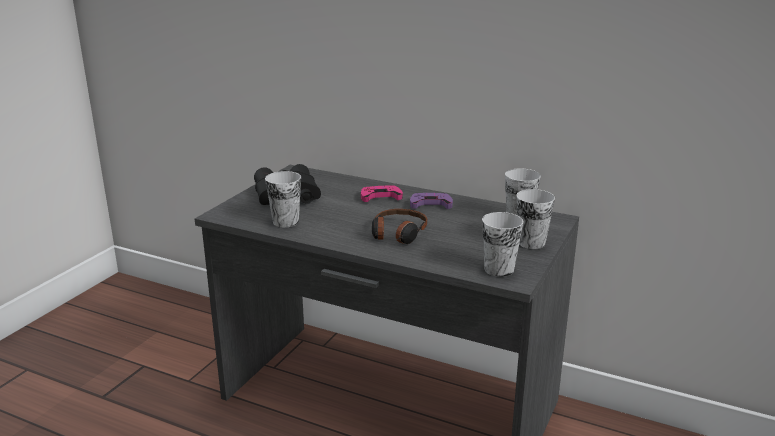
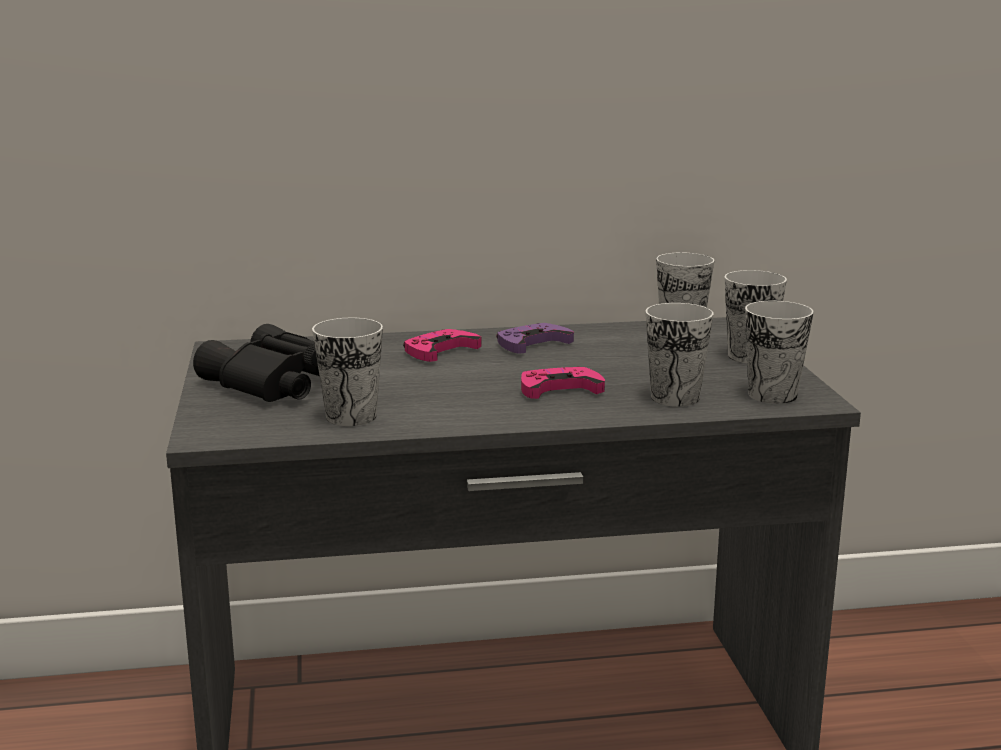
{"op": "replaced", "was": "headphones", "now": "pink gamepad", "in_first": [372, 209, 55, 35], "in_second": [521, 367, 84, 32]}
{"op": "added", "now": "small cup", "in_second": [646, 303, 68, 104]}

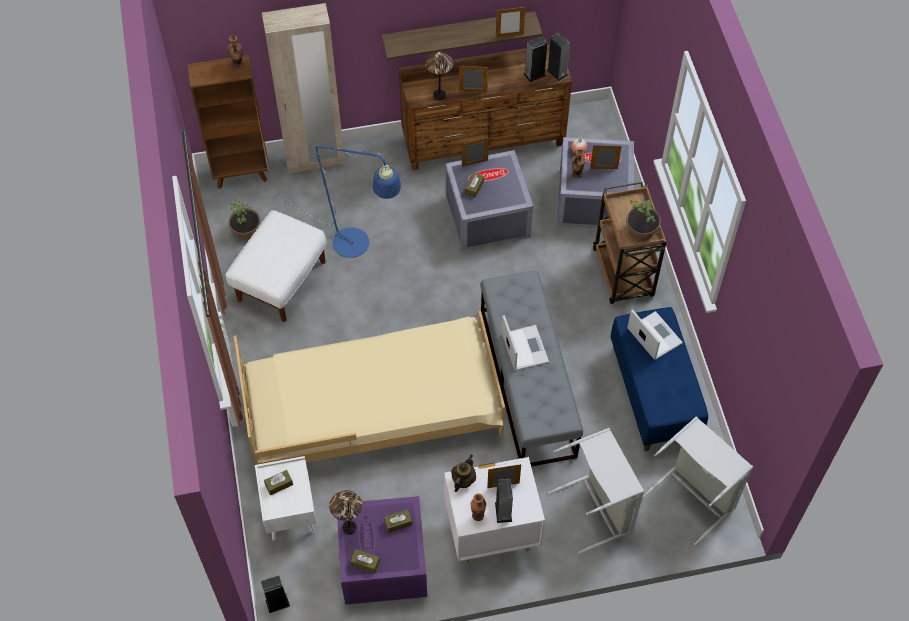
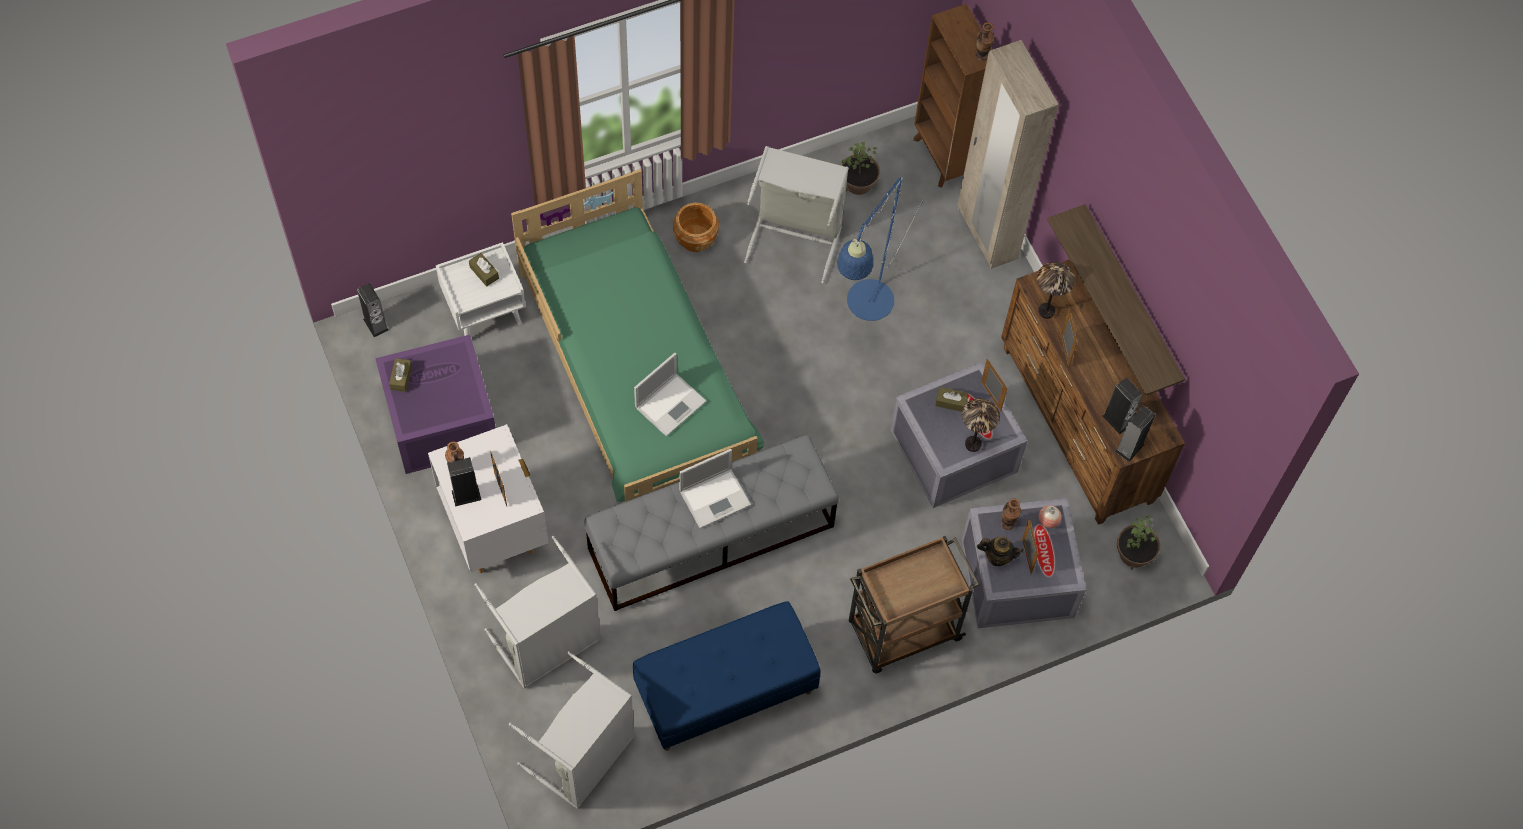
{"op": "removed", "was": "picture frame", "in_first": [496, 6, 29, 31]}
{"op": "moved", "was": "plant in a pot", "in_first": [626, 200, 35, 41], "in_second": [1117, 516, 43, 54]}
{"op": "replaced", "was": "white-coloured pouffe", "now": "greyish hamper", "in_first": [226, 210, 100, 112], "in_second": [744, 146, 105, 138]}
{"op": "moved", "was": "portable computer", "in_first": [627, 309, 56, 51], "in_second": [634, 353, 72, 83]}
{"op": "recoloured", "was": "beige sleeping bed", "now": "green sleeping bed", "in_first": [234, 311, 271, 154], "in_second": [511, 169, 253, 333]}
{"op": "moved", "was": "pot for tea", "in_first": [451, 454, 25, 38], "in_second": [977, 537, 47, 29]}
{"op": "moved", "was": "tabletop lamp", "in_first": [329, 490, 33, 44], "in_second": [962, 398, 38, 54]}
{"op": "removed", "was": "brown tissue box", "in_first": [384, 509, 28, 24]}
{"op": "added", "now": "brown flower pot", "in_second": [673, 203, 46, 49]}

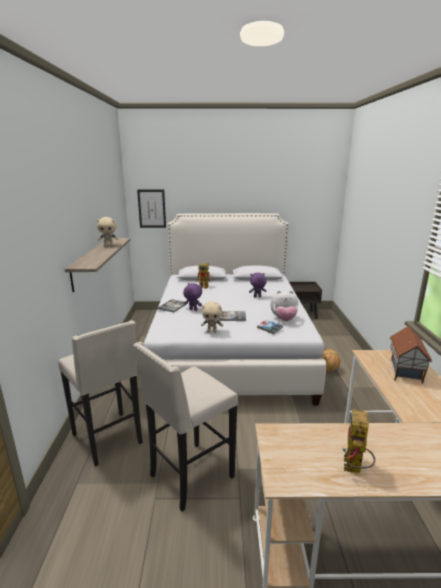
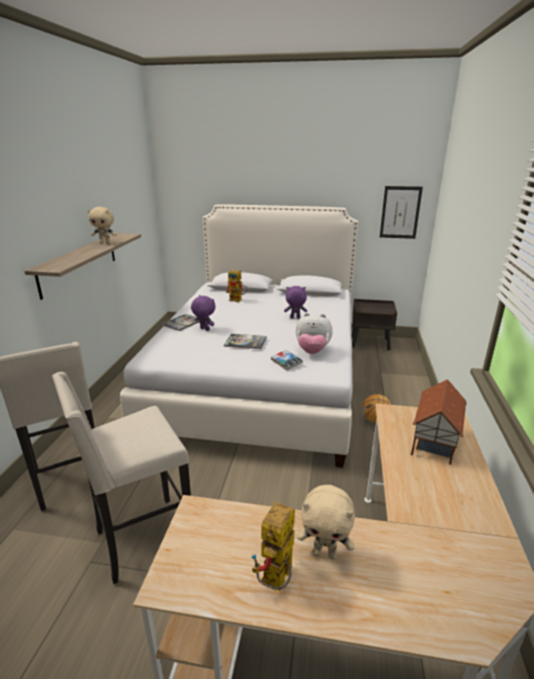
{"op": "moved", "was": "wall picture", "in_first": [137, 189, 29, 39], "in_second": [380, 186, 43, 53]}
{"op": "moved", "was": "beige soft toy", "in_first": [201, 301, 22, 32], "in_second": [298, 485, 57, 75]}

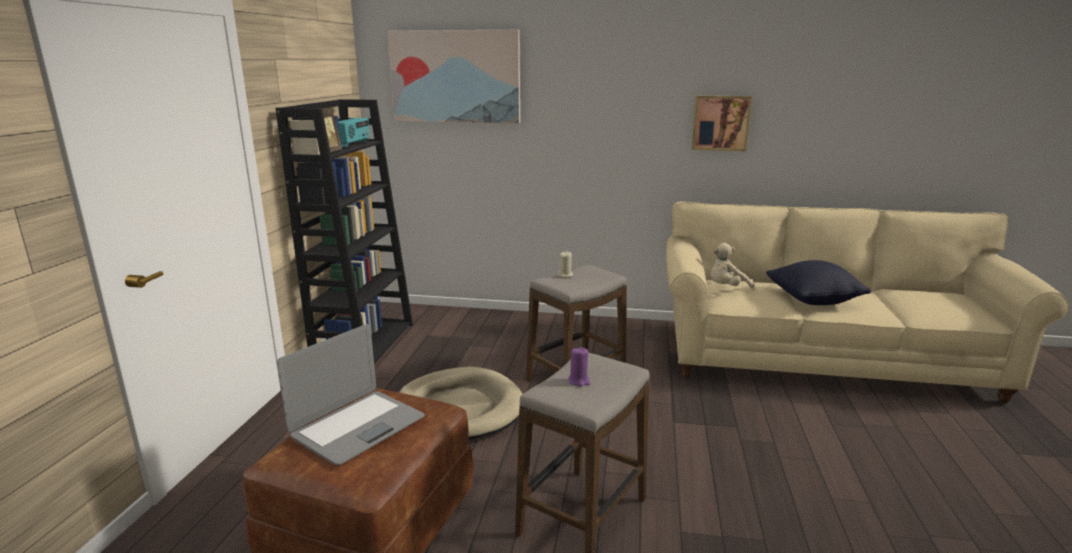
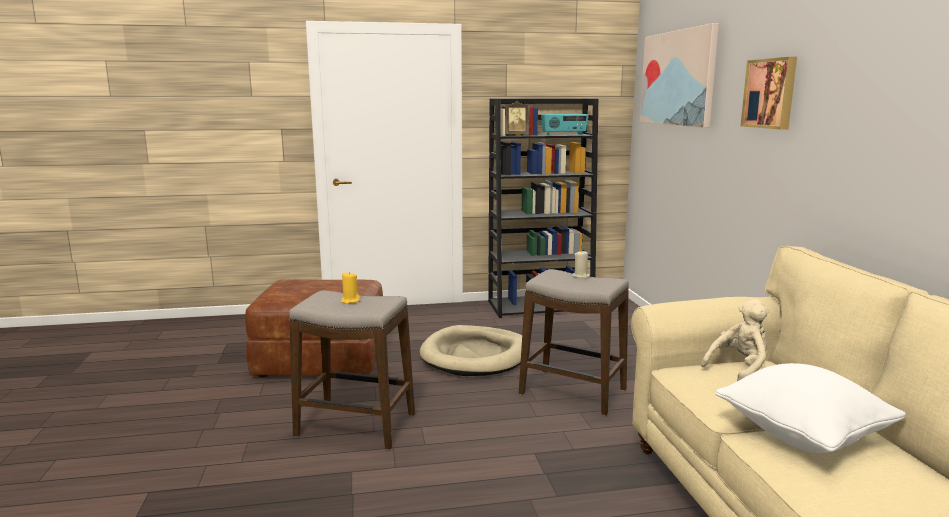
{"op": "moved", "was": "wall picture", "in_first": [692, 96, 60, 55], "in_second": [741, 57, 56, 72]}
{"op": "turned", "was": "beige soft toy", "in_first": [710, 243, 44, 45], "in_second": [701, 299, 68, 82], "clockwise": 105}
{"op": "recoloured", "was": "black-coloured pillow", "now": "white-coloured pillow", "in_first": [766, 260, 105, 45], "in_second": [715, 363, 191, 90]}
{"op": "removed", "was": "portable computer", "in_first": [277, 324, 148, 141]}
{"op": "recoloured", "was": "purple candle", "now": "yellowish candle", "in_first": [569, 347, 22, 40], "in_second": [341, 272, 19, 32]}

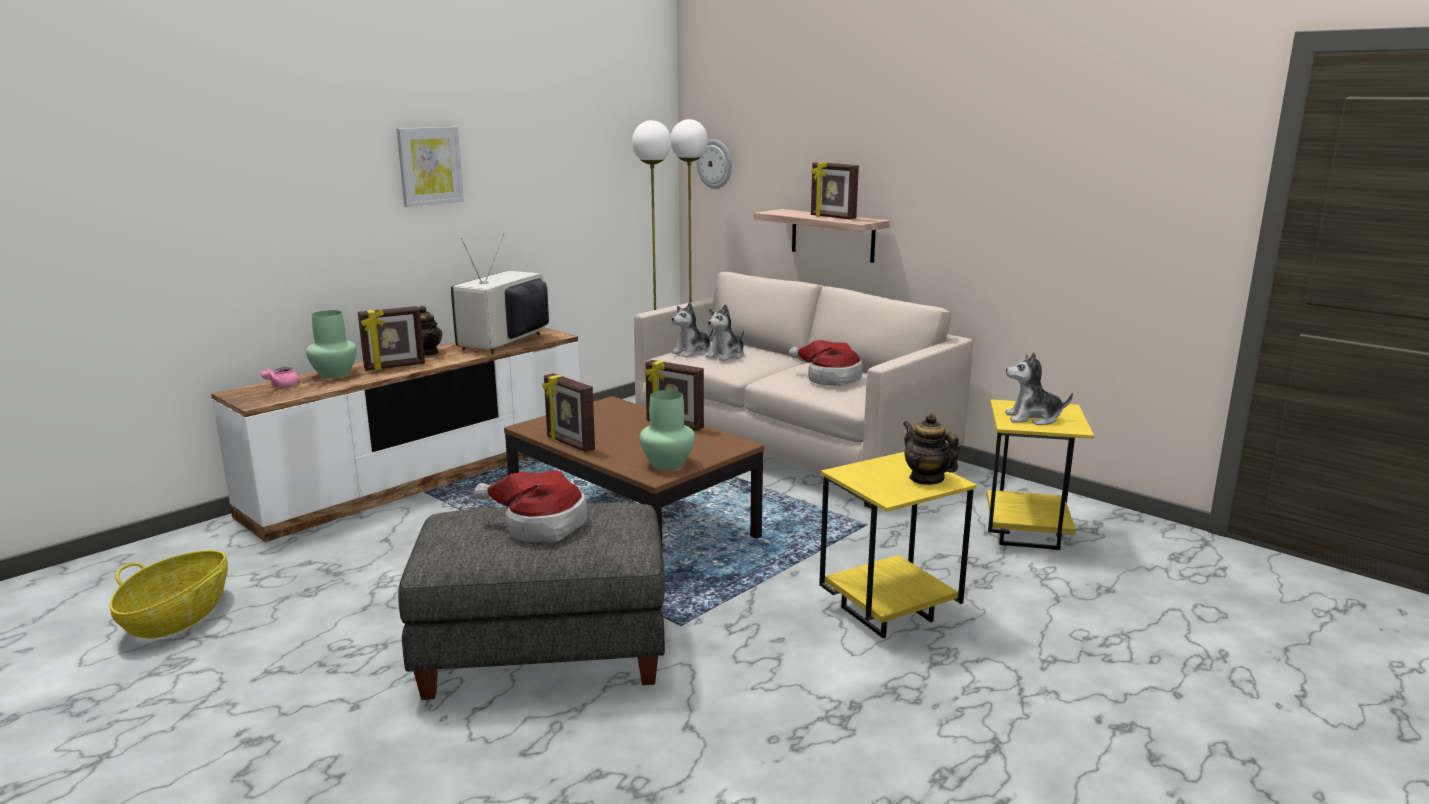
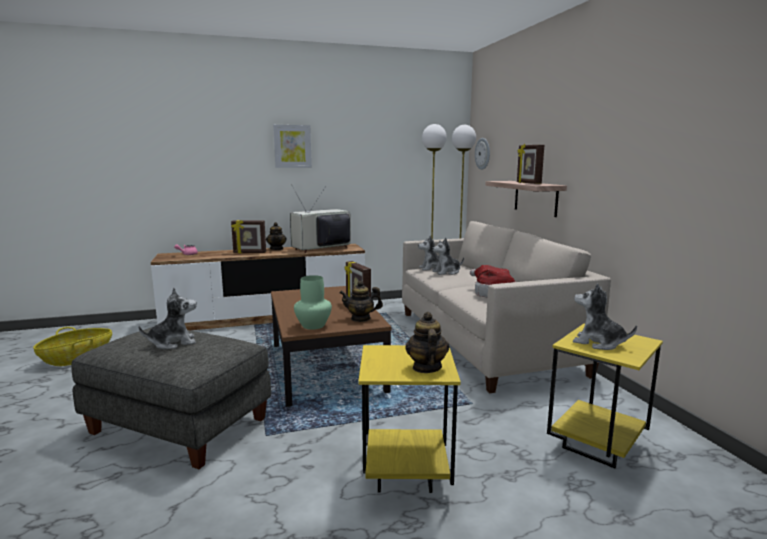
{"op": "removed", "was": "green decorative vase", "in_first": [306, 310, 51, 69]}
{"op": "removed", "was": "picture frame", "in_first": [542, 373, 53, 79]}
{"op": "replaced", "was": "wearable hat", "now": "soft toy", "in_first": [474, 470, 113, 72], "in_second": [138, 288, 59, 61]}
{"op": "added", "now": "pot for tea", "in_second": [340, 281, 43, 41]}

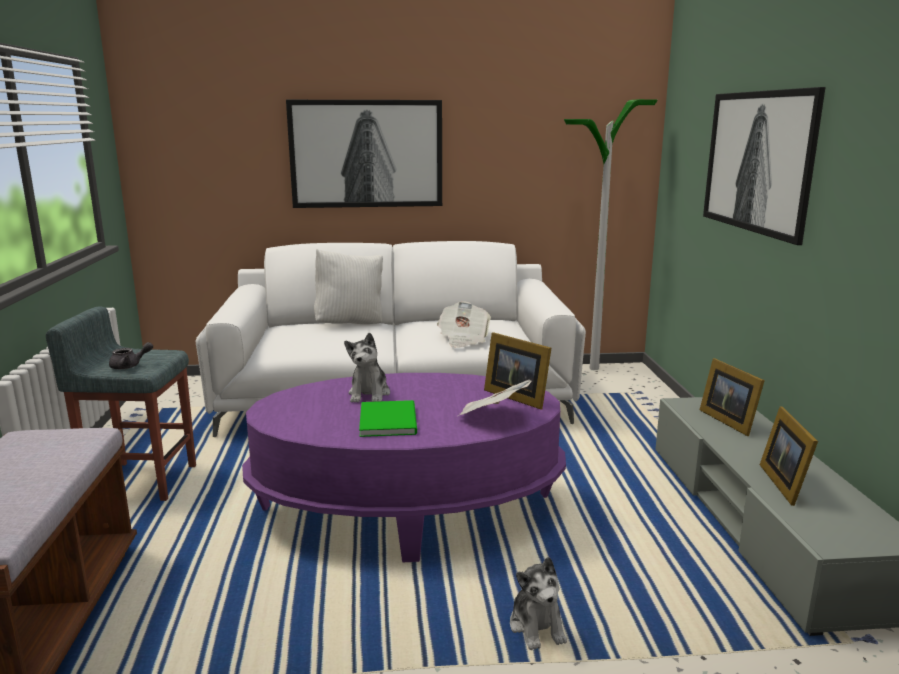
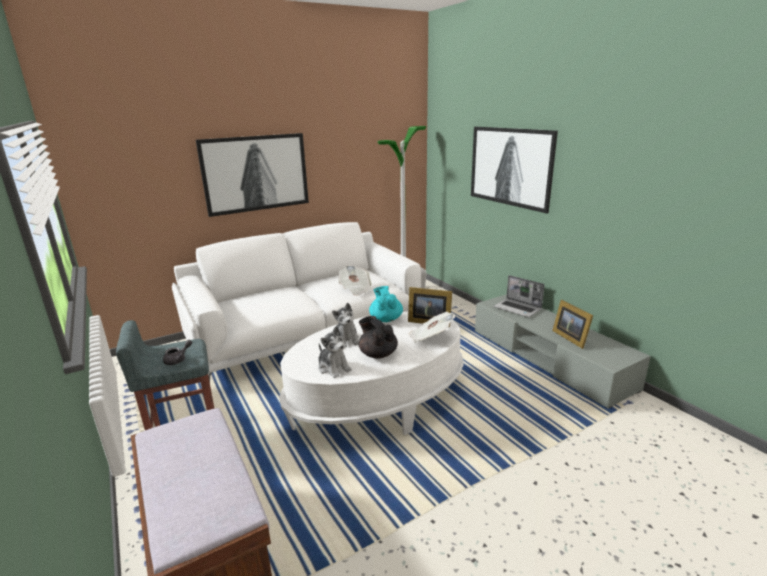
{"op": "removed", "was": "white-coloured pillow", "in_first": [314, 249, 69, 75]}
{"op": "replaced", "was": "picture frame", "now": "portable computer", "in_first": [700, 358, 65, 78], "in_second": [493, 275, 51, 42]}
{"op": "recoloured", "was": "purple lounge table", "now": "white-coloured lounge table", "in_first": [242, 373, 324, 189], "in_second": [279, 312, 185, 123]}
{"op": "replaced", "was": "green book", "now": "black-coloured pot for tea", "in_first": [359, 400, 58, 37], "in_second": [359, 316, 39, 43]}
{"op": "moved", "was": "soft toy", "in_first": [510, 557, 57, 93], "in_second": [318, 327, 34, 51]}
{"op": "added", "now": "turquoise-coloured pot for tea", "in_second": [369, 286, 34, 36]}

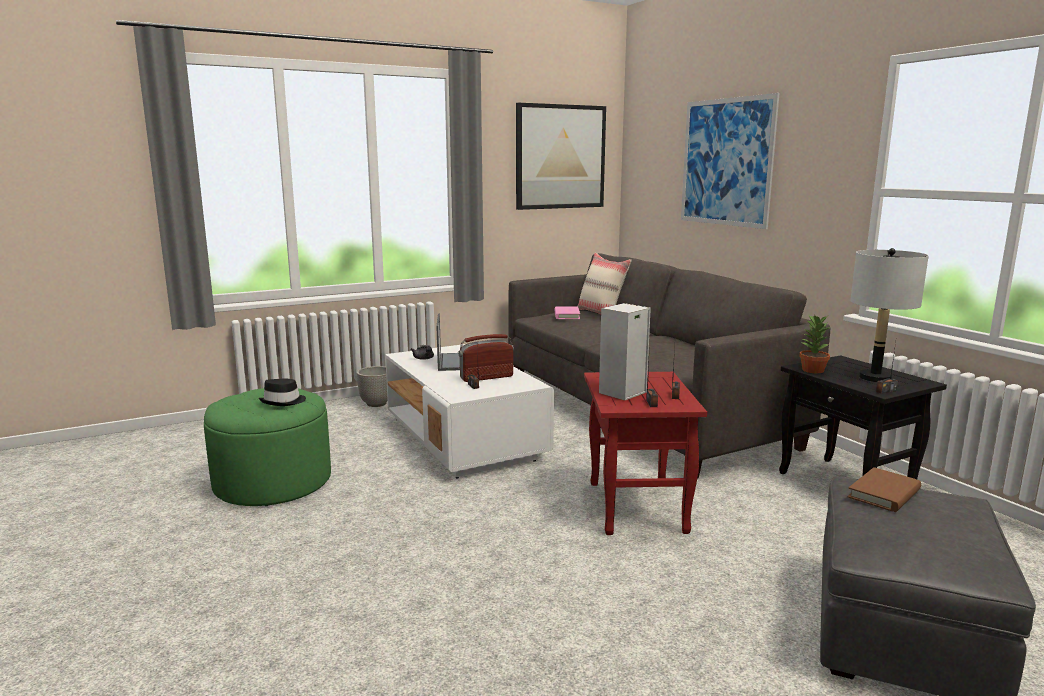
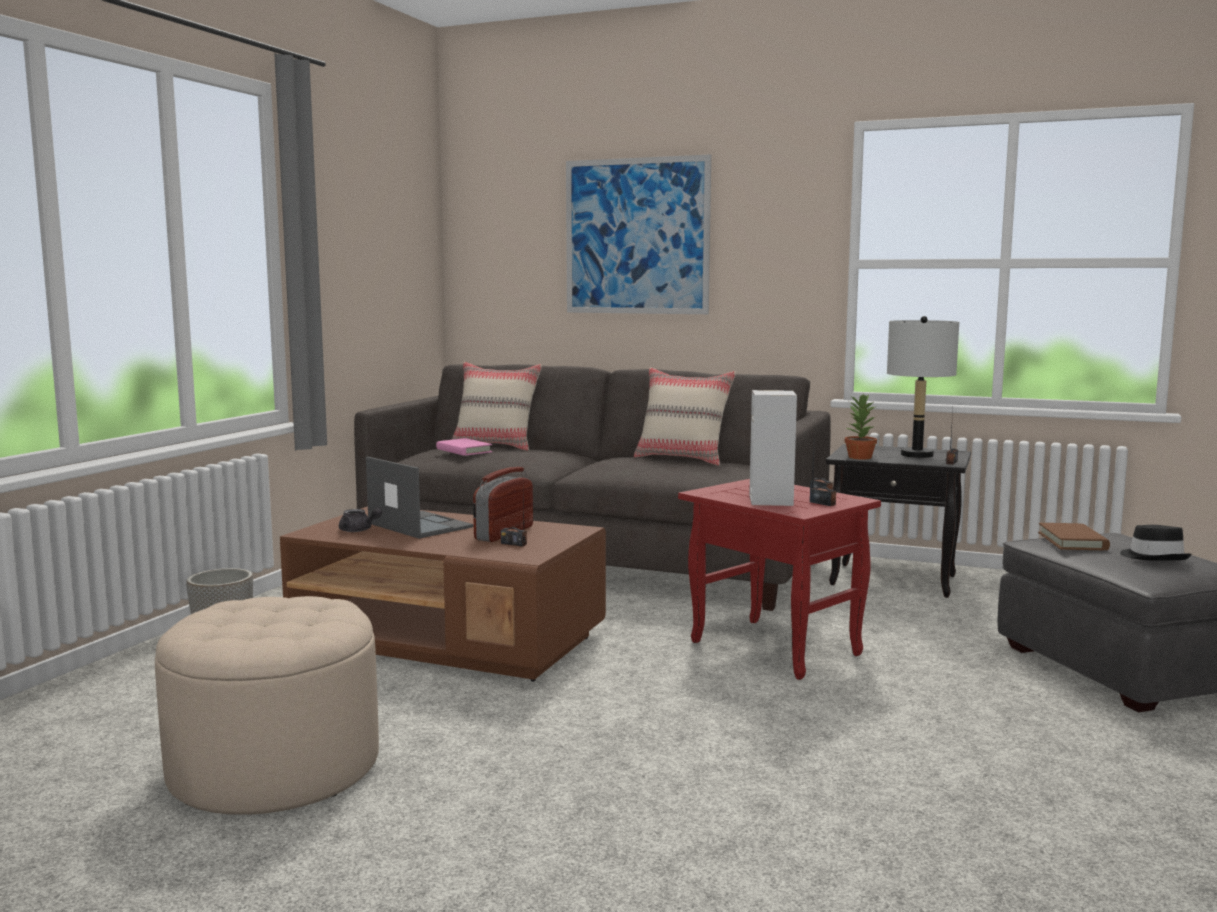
{"op": "removed", "was": "wall picture", "in_first": [516, 103, 90, 107]}
{"op": "recoloured", "was": "white-coloured lounge table", "now": "brown lounge table", "in_first": [385, 344, 169, 135], "in_second": [280, 506, 326, 176]}
{"op": "moved", "was": "black-coloured wearable hat", "in_first": [259, 378, 47, 28], "in_second": [1120, 525, 72, 36]}
{"op": "recoloured", "was": "green pouffe", "now": "beige pouffe", "in_first": [204, 388, 127, 118], "in_second": [155, 596, 224, 219]}
{"op": "added", "now": "beige pillow", "in_second": [634, 368, 102, 97]}

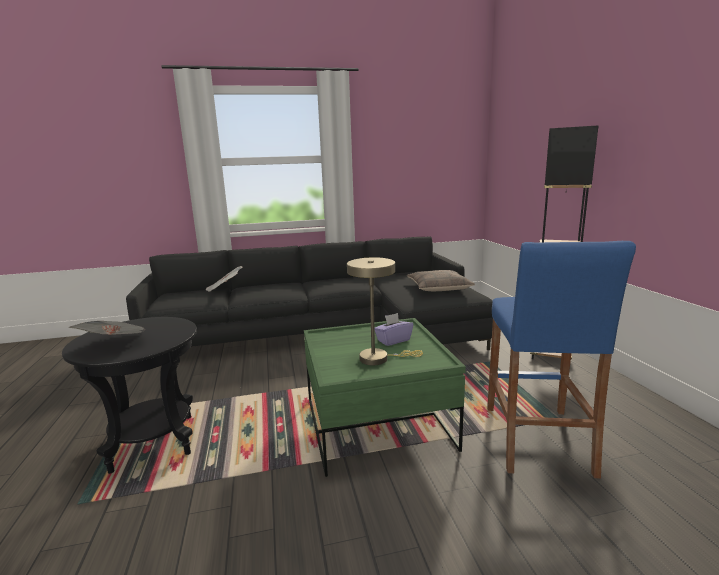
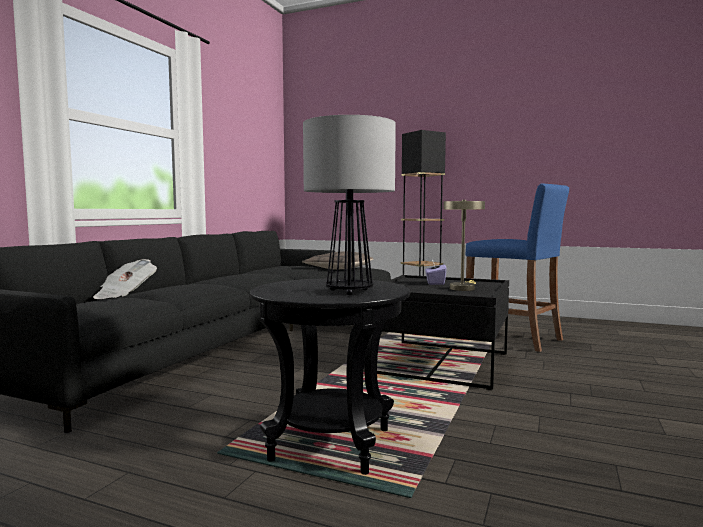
{"op": "recoloured", "was": "green lounge table", "now": "black-coloured lounge table", "in_first": [304, 318, 162, 159], "in_second": [377, 275, 132, 115]}
{"op": "replaced", "was": "newspaper", "now": "tabletop lamp", "in_first": [68, 321, 77, 14], "in_second": [303, 115, 93, 180]}

